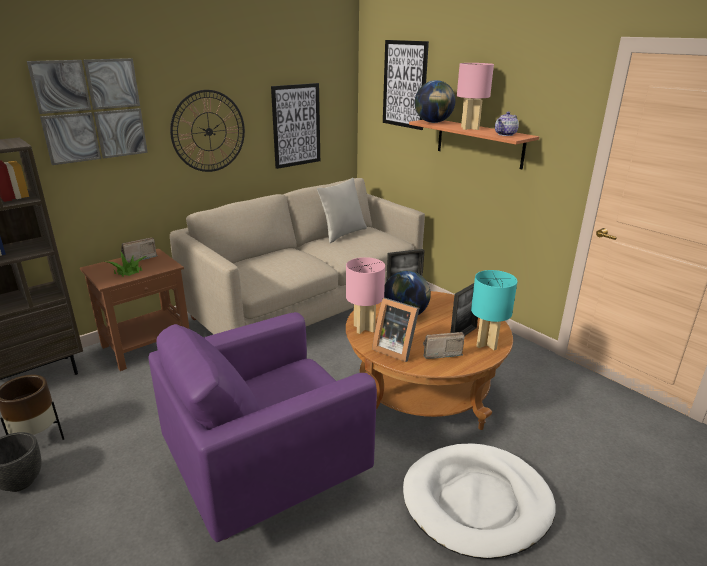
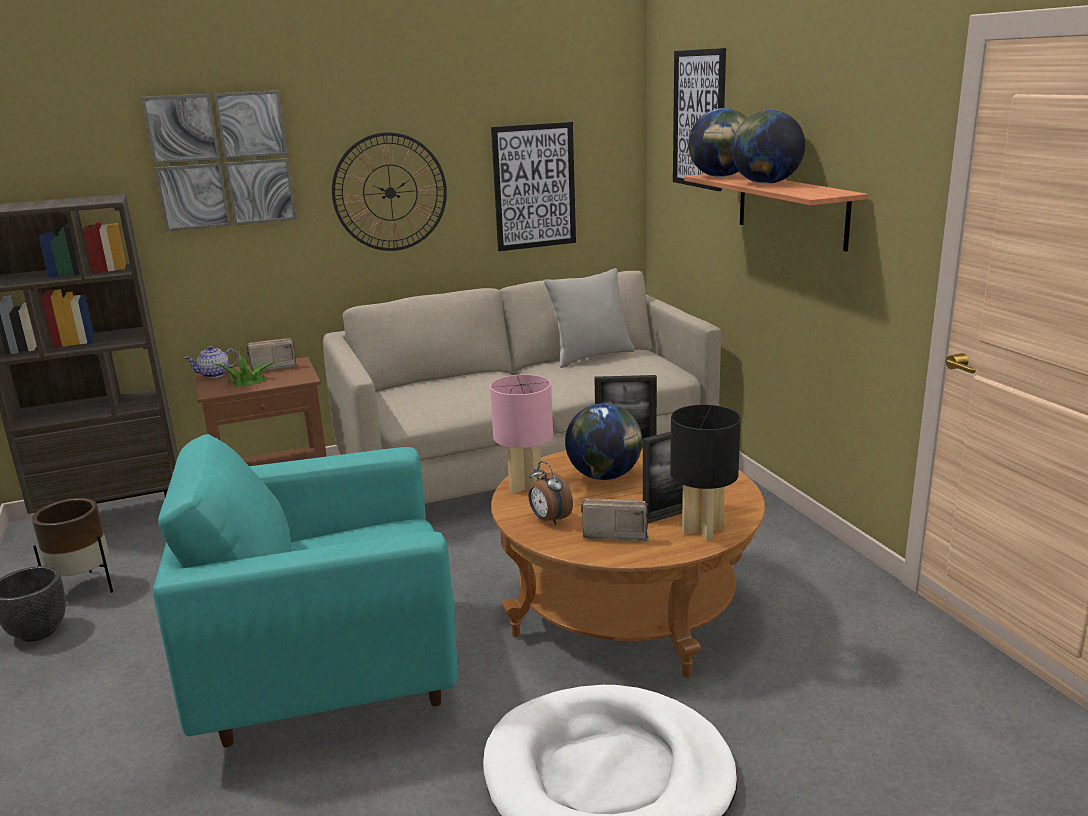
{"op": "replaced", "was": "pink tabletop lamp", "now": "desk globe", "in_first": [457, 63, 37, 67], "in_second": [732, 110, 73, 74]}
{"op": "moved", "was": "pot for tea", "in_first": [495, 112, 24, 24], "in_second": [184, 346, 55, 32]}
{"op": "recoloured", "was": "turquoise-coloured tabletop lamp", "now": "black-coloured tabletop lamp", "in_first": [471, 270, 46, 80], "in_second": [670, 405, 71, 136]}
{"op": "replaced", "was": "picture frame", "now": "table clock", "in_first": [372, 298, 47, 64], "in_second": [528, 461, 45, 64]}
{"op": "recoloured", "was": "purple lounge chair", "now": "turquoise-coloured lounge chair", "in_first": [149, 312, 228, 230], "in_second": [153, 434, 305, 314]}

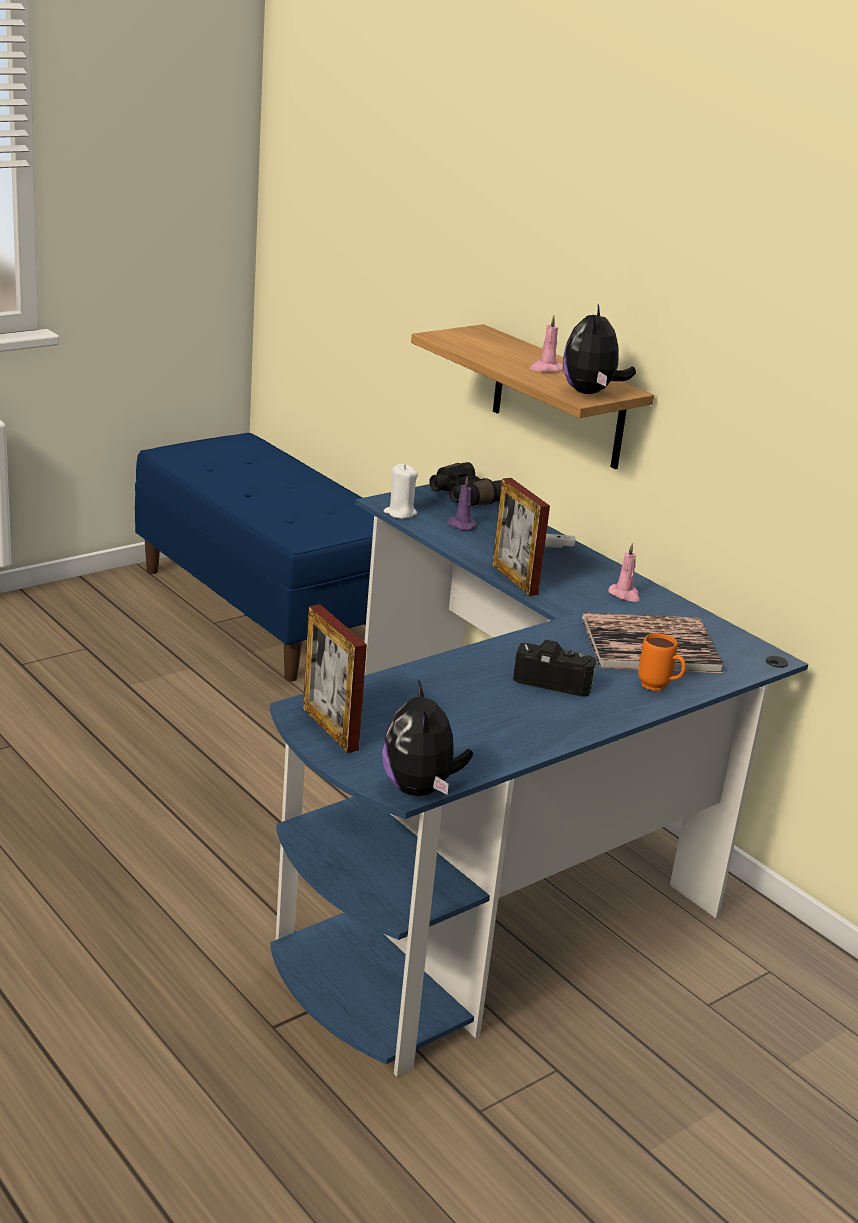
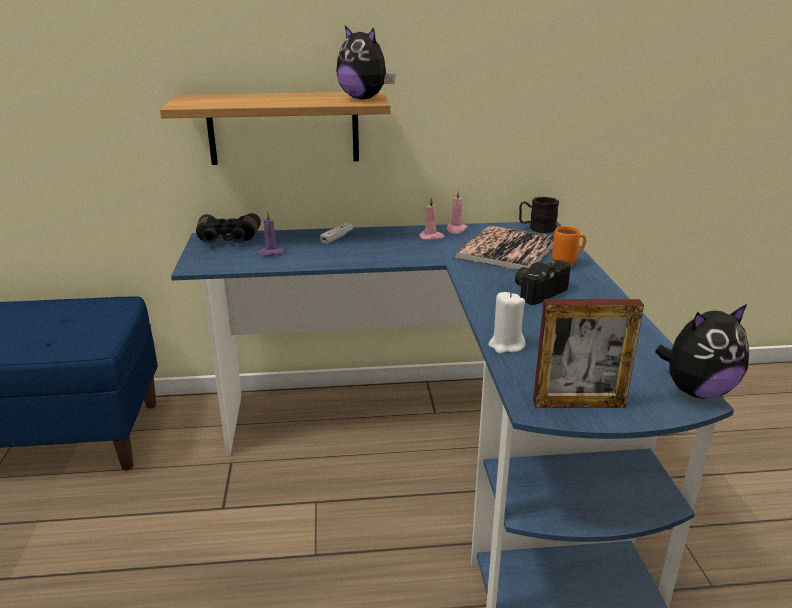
{"op": "moved", "was": "pink candle", "in_first": [529, 315, 34, 57], "in_second": [446, 191, 21, 43]}
{"op": "moved", "was": "white-coloured candle", "in_first": [384, 464, 34, 55], "in_second": [488, 292, 38, 62]}
{"op": "removed", "was": "picture frame", "in_first": [492, 478, 58, 118]}
{"op": "turned", "was": "soft toy", "in_first": [382, 679, 91, 117], "in_second": [655, 304, 94, 95], "clockwise": -45}
{"op": "added", "now": "black-coloured coffee mug", "in_second": [519, 197, 40, 36]}

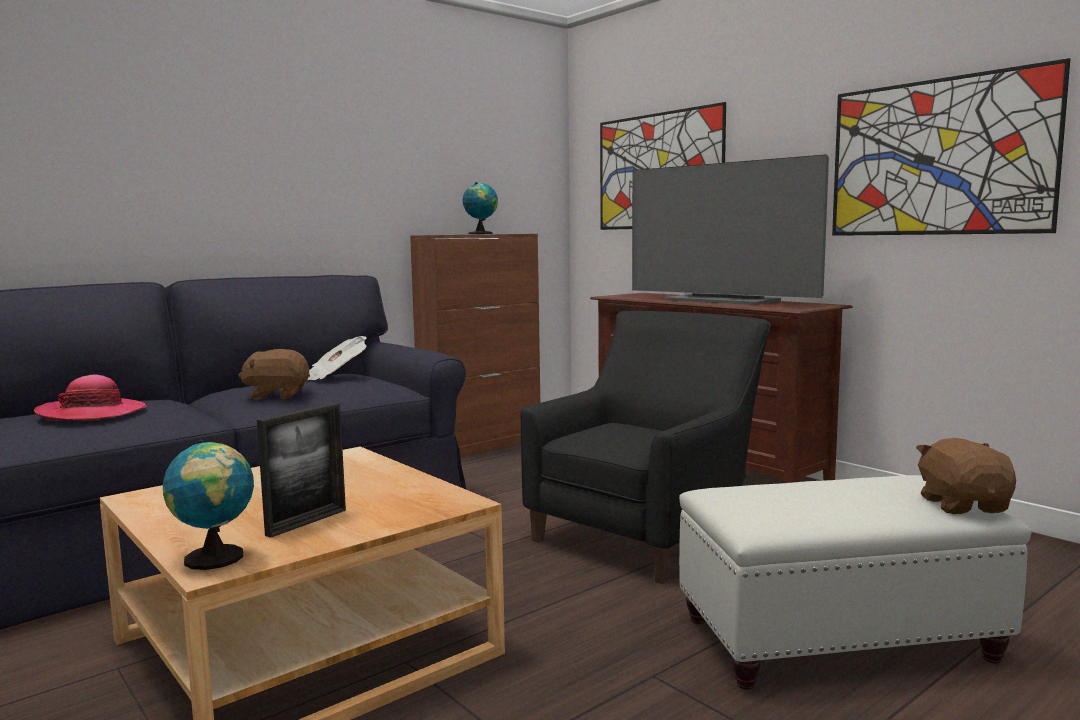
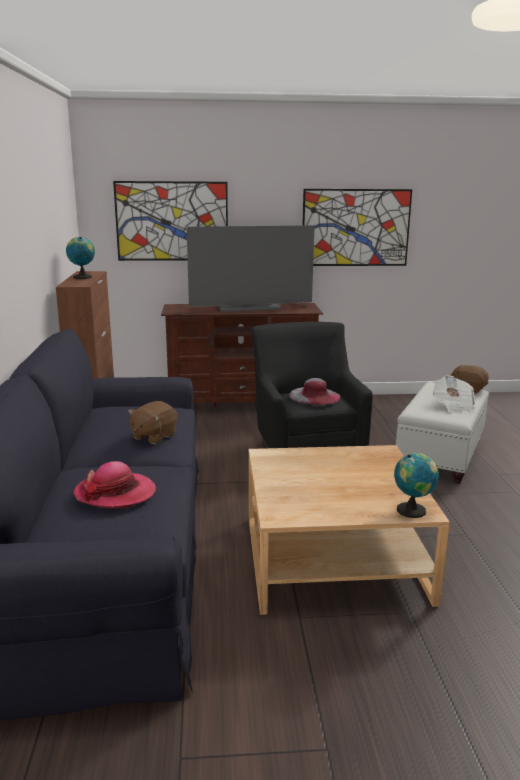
{"op": "moved", "was": "newspaper", "in_first": [308, 336, 59, 44], "in_second": [433, 375, 42, 39]}
{"op": "removed", "was": "picture frame", "in_first": [257, 403, 89, 135]}
{"op": "added", "now": "greyish wearable hat", "in_second": [289, 378, 51, 27]}

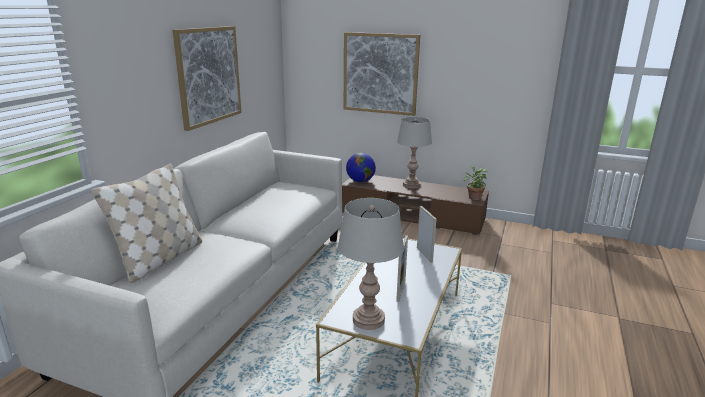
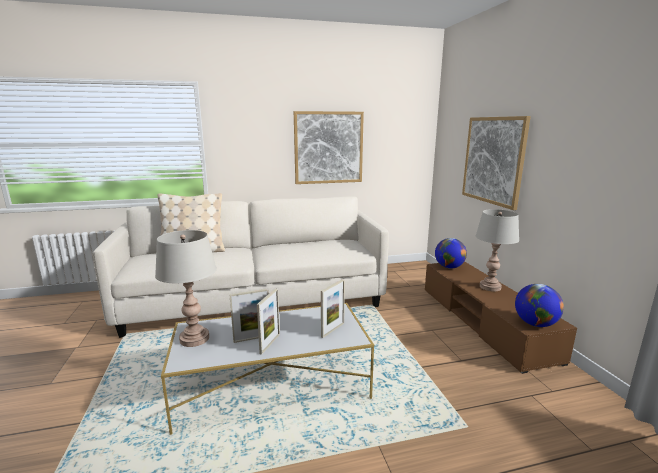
{"op": "replaced", "was": "plant in a pot", "now": "desk globe", "in_first": [463, 165, 24, 35], "in_second": [515, 284, 49, 43]}
{"op": "added", "now": "picture frame", "in_second": [257, 288, 23, 67]}

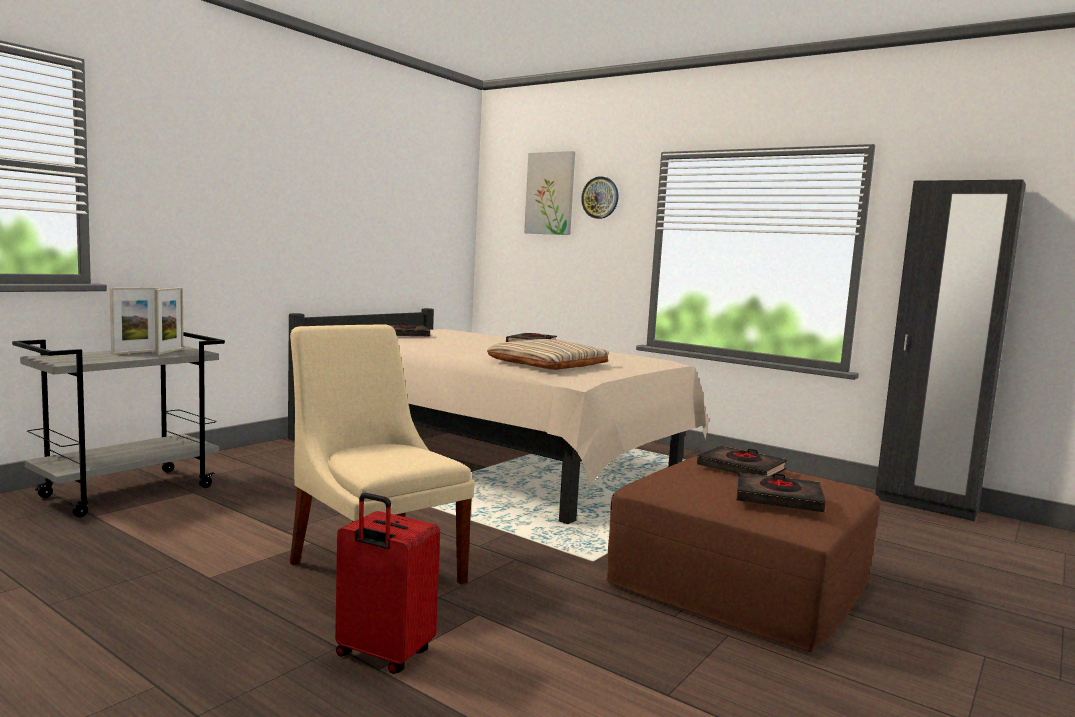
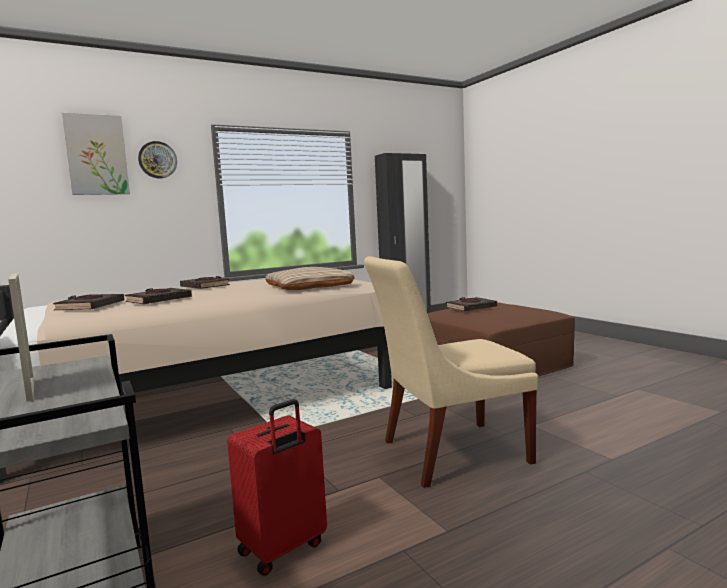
{"op": "removed", "was": "picture frame", "in_first": [154, 287, 30, 68]}
{"op": "moved", "was": "black-coloured book", "in_first": [737, 473, 89, 39], "in_second": [125, 288, 67, 16]}
{"op": "moved", "was": "red-coloured suitcase", "in_first": [335, 493, 105, 181], "in_second": [227, 399, 100, 177]}

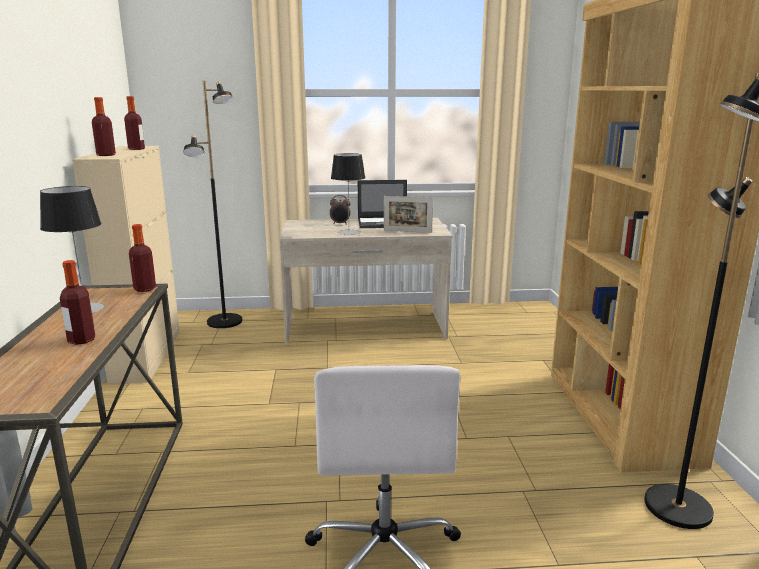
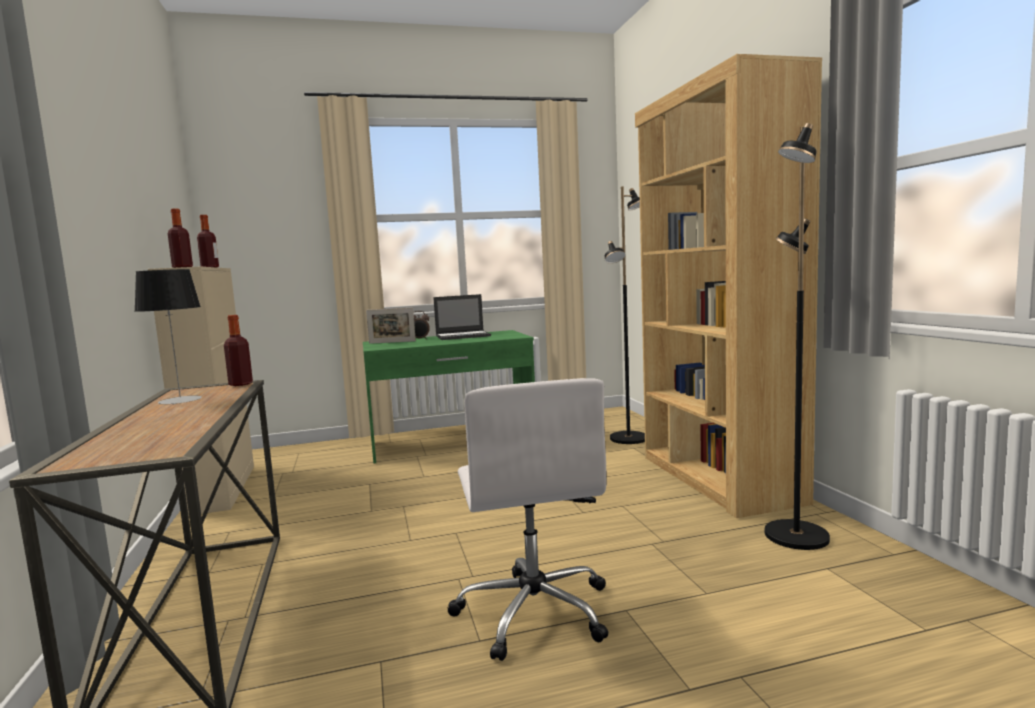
{"op": "moved", "was": "black-coloured standing lamp", "in_first": [183, 81, 59, 247], "in_second": [605, 186, 40, 258]}
{"op": "removed", "was": "tabletop lamp", "in_first": [331, 153, 34, 82]}
{"op": "moved", "was": "picture frame", "in_first": [384, 196, 49, 37], "in_second": [366, 308, 50, 36]}
{"op": "recoloured", "was": "beige desk", "now": "green desk", "in_first": [279, 218, 174, 126], "in_second": [363, 330, 172, 134]}
{"op": "removed", "was": "bottle", "in_first": [60, 260, 35, 85]}

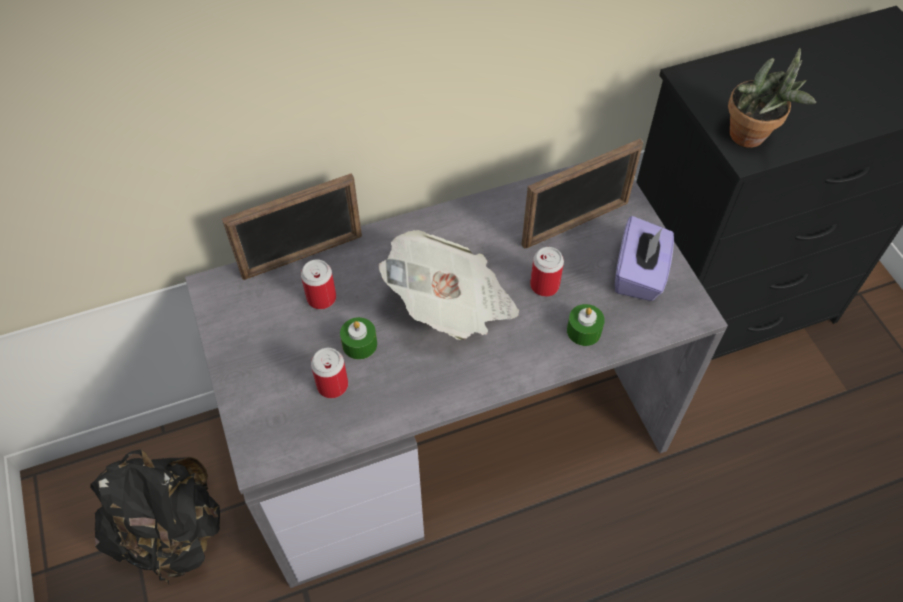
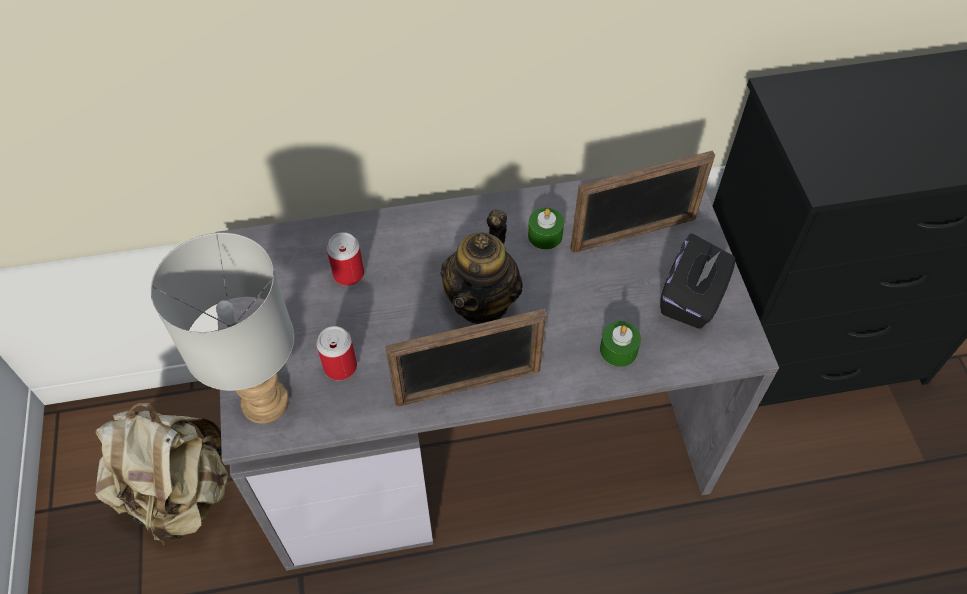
{"op": "removed", "was": "plant in a pot", "in_first": [728, 48, 88, 100]}
{"op": "moved", "was": "picture frame", "in_first": [222, 173, 140, 107], "in_second": [385, 309, 161, 97]}
{"op": "recoloured", "was": "purple tissue box", "now": "black-coloured tissue box", "in_first": [615, 216, 59, 85], "in_second": [660, 233, 76, 96]}
{"op": "replaced", "was": "newspaper", "now": "pot for tea", "in_first": [379, 230, 140, 110], "in_second": [441, 209, 82, 115]}
{"op": "removed", "was": "metal can", "in_first": [530, 247, 34, 50]}
{"op": "moved", "was": "green candle", "in_first": [340, 317, 37, 43], "in_second": [528, 208, 36, 42]}
{"op": "recoloured", "was": "black-coloured rucksack", "now": "beige rucksack", "in_first": [90, 449, 130, 135], "in_second": [95, 403, 133, 143]}
{"op": "added", "now": "greyish tabletop lamp", "in_second": [151, 233, 143, 191]}

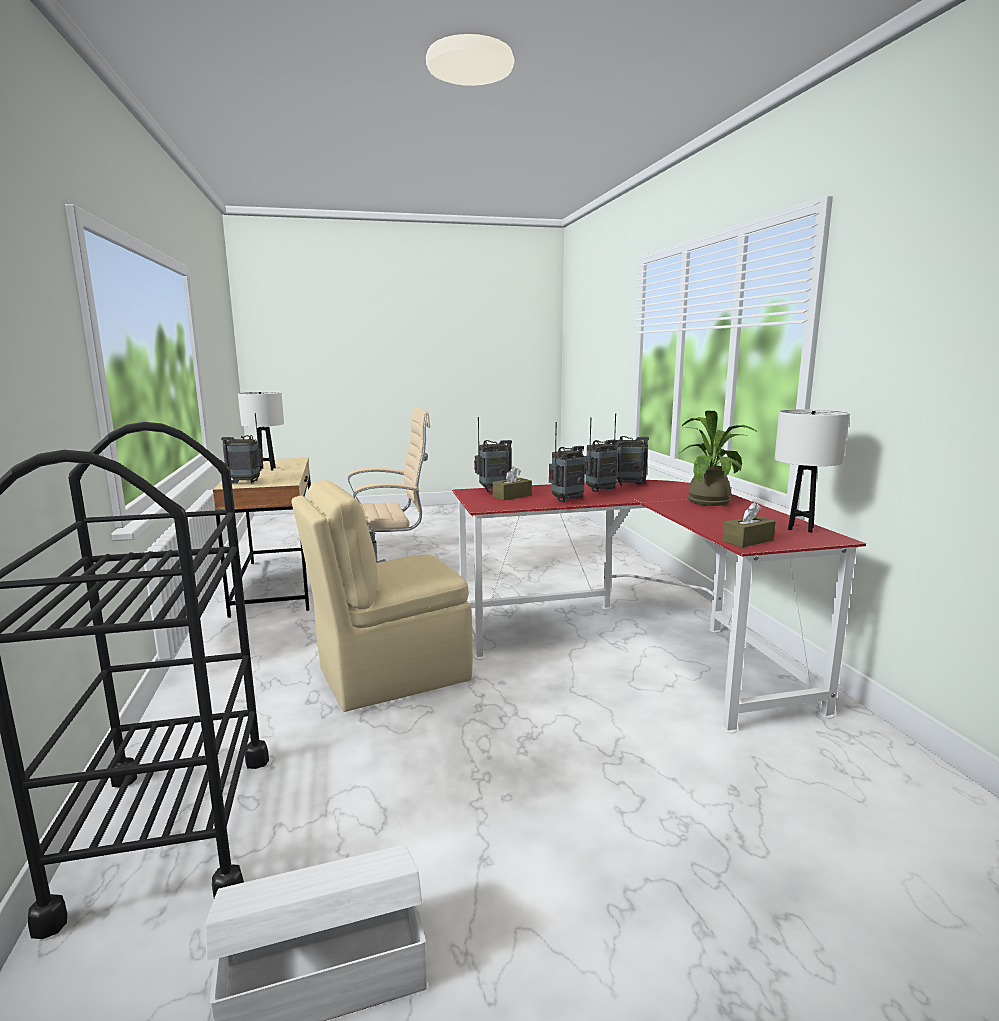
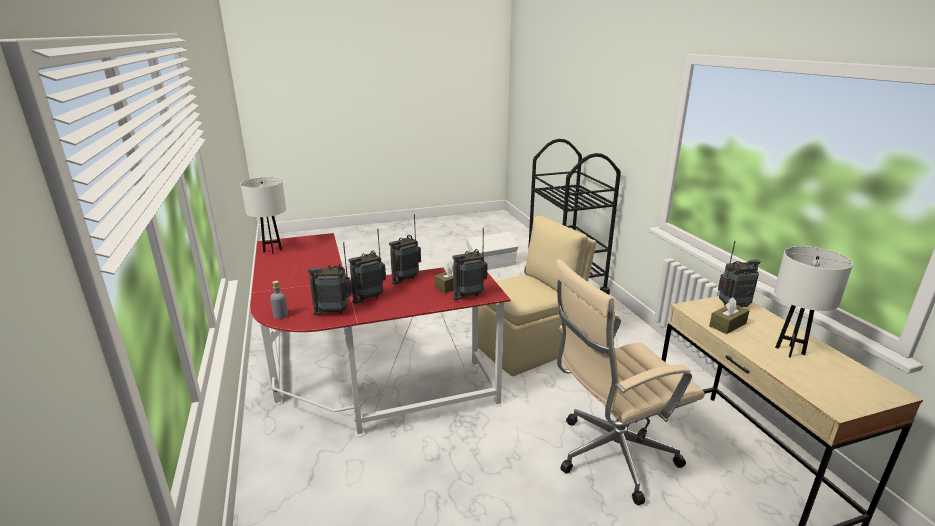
{"op": "removed", "was": "plant in a pot", "in_first": [680, 411, 77, 95]}
{"op": "moved", "was": "brown tissue box", "in_first": [722, 502, 54, 45], "in_second": [709, 297, 40, 37]}
{"op": "added", "now": "greyish bottle", "in_second": [270, 281, 18, 38]}

